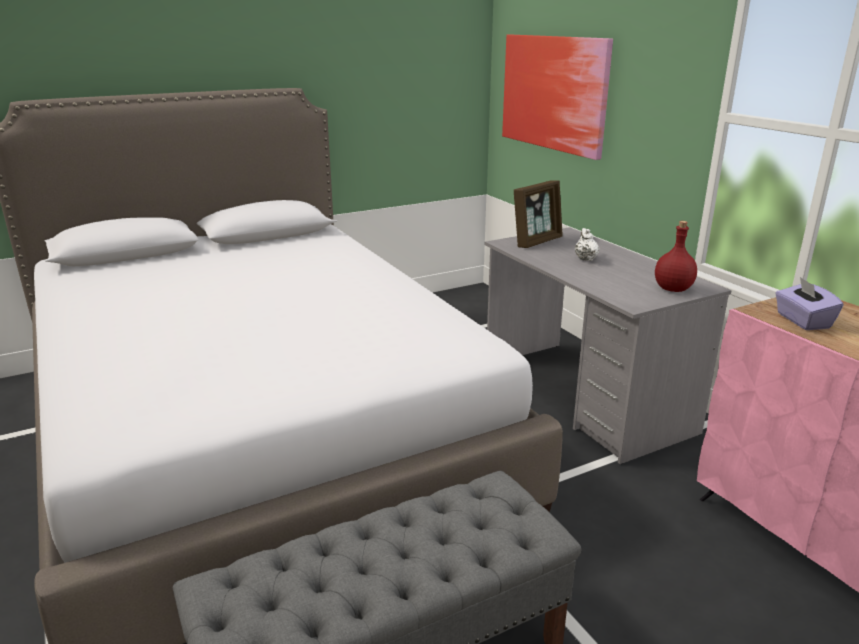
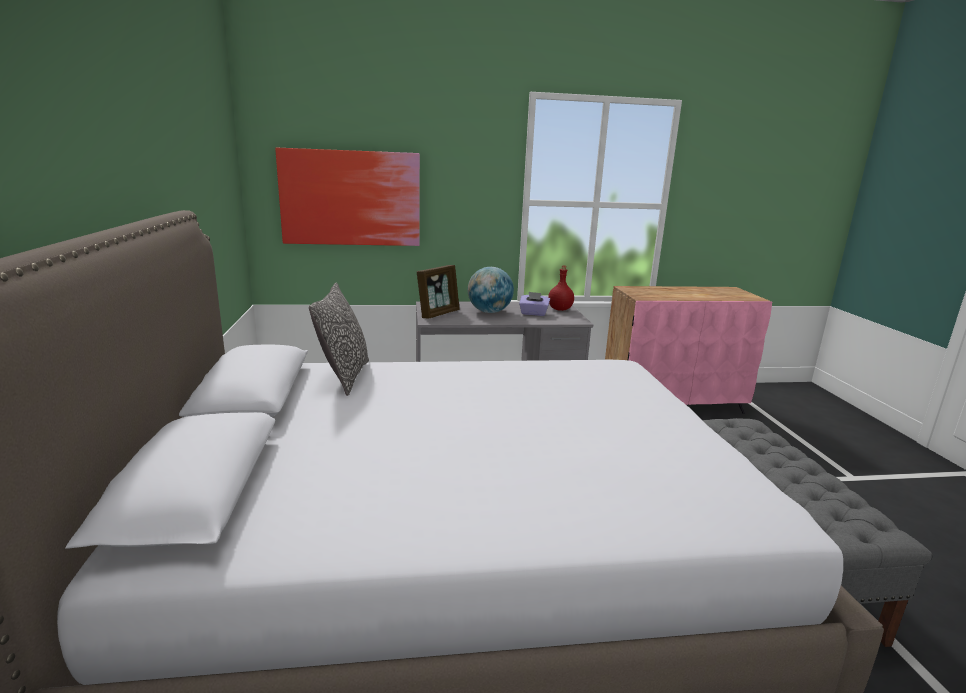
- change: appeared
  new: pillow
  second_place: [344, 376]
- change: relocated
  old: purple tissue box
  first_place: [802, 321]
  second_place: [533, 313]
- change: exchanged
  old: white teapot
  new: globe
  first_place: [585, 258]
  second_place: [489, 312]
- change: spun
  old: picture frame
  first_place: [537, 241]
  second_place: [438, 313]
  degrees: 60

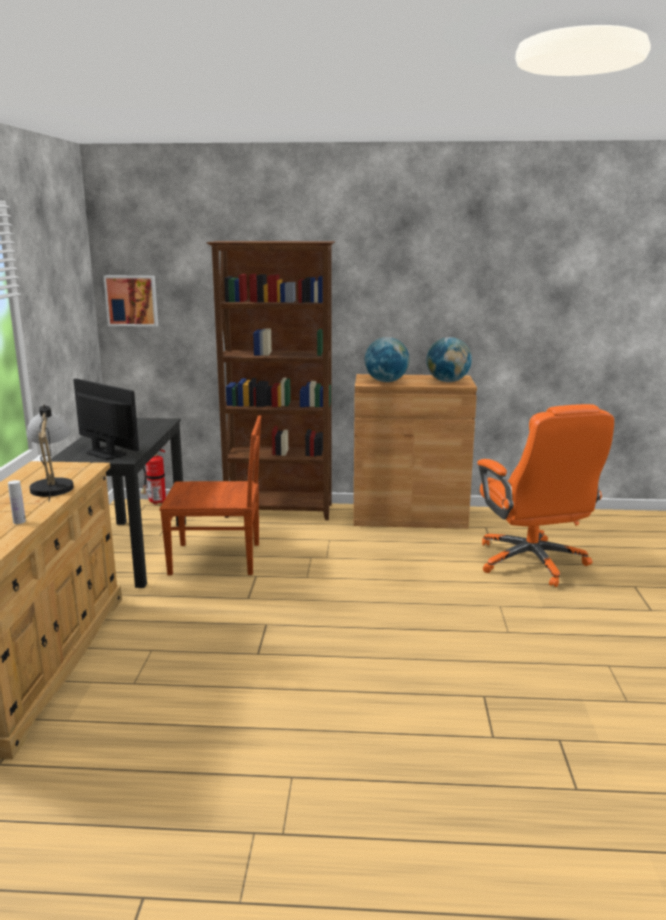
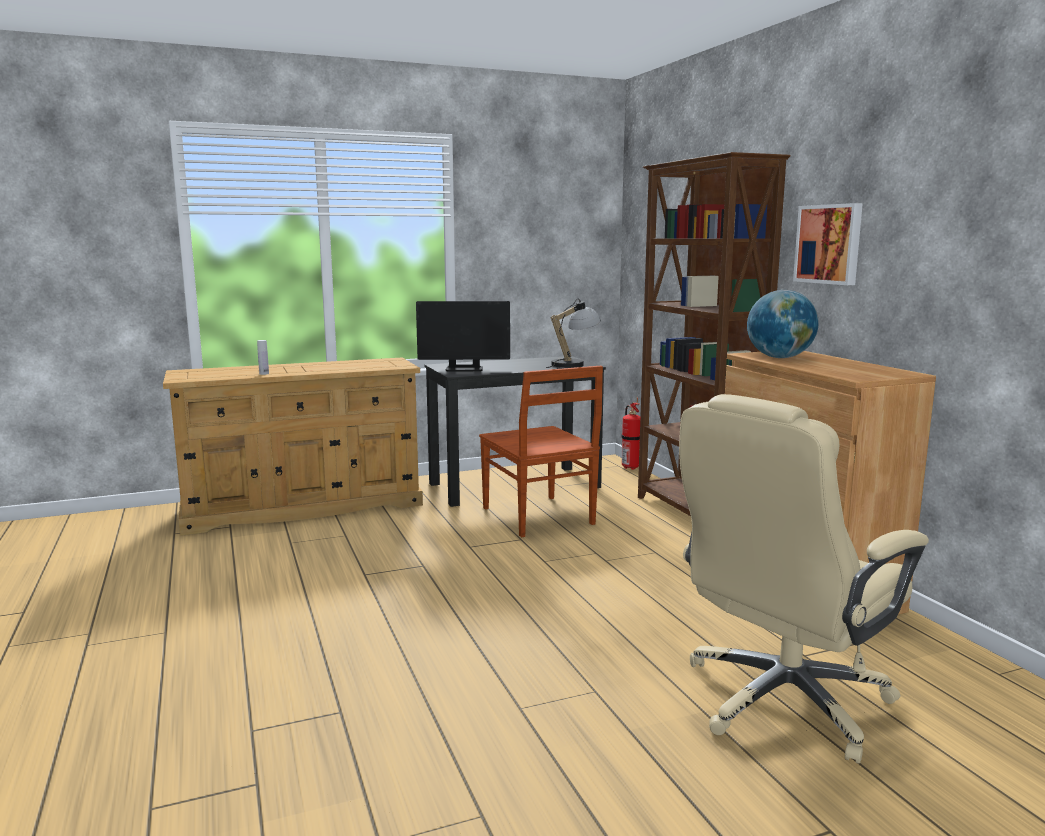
- change: missing
  old: globe
  first_place: [447, 381]
- change: relocated
  old: table lamp
  first_place: [52, 485]
  second_place: [574, 364]
- change: relocated
  old: picture
  first_place: [132, 300]
  second_place: [829, 244]
- change: colour
  old: orange office chair
  new: beige office chair
  first_place: [532, 562]
  second_place: [783, 701]
- change: spun
  old: monitor
  first_place: [106, 453]
  second_place: [464, 369]
  degrees: 75

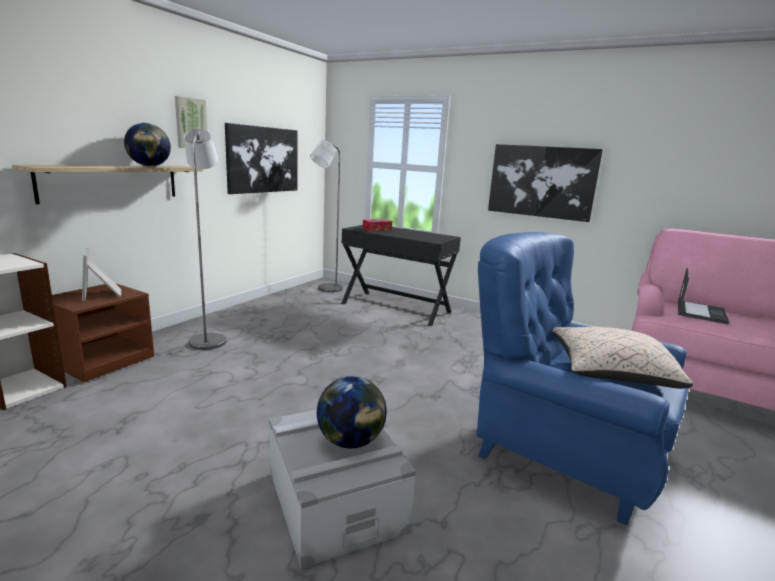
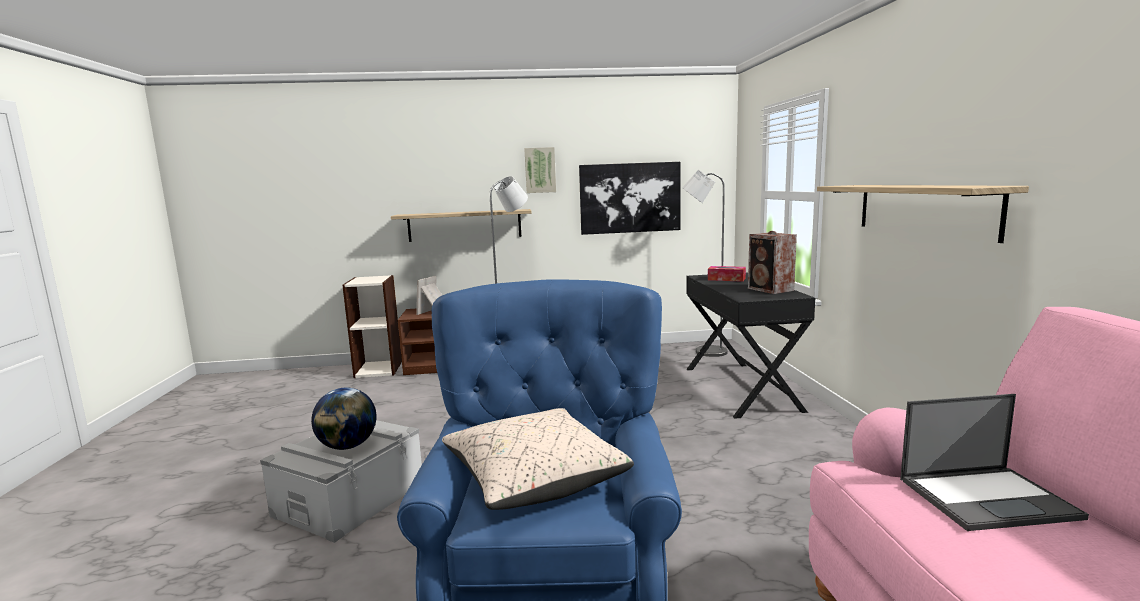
- change: missing
  old: globe
  first_place: [149, 166]
- change: appeared
  new: speaker
  second_place: [771, 290]
- change: exchanged
  old: picture
  new: shelf
  first_place: [542, 181]
  second_place: [923, 209]

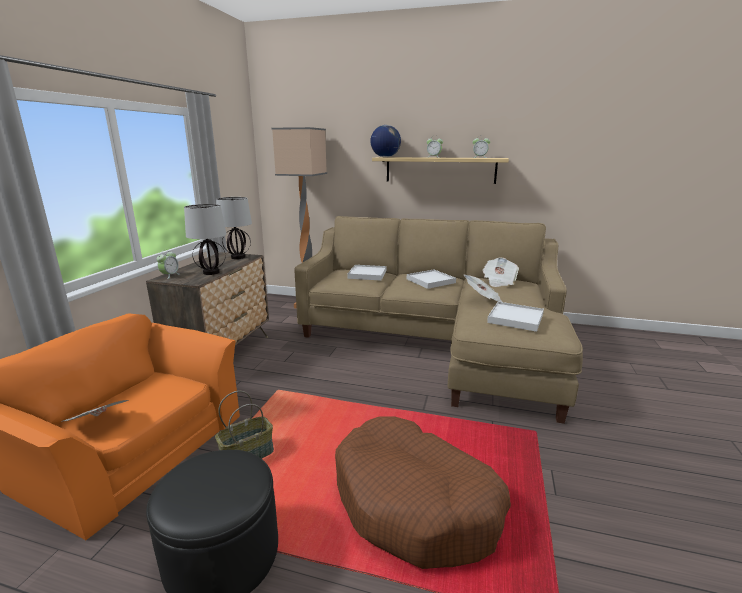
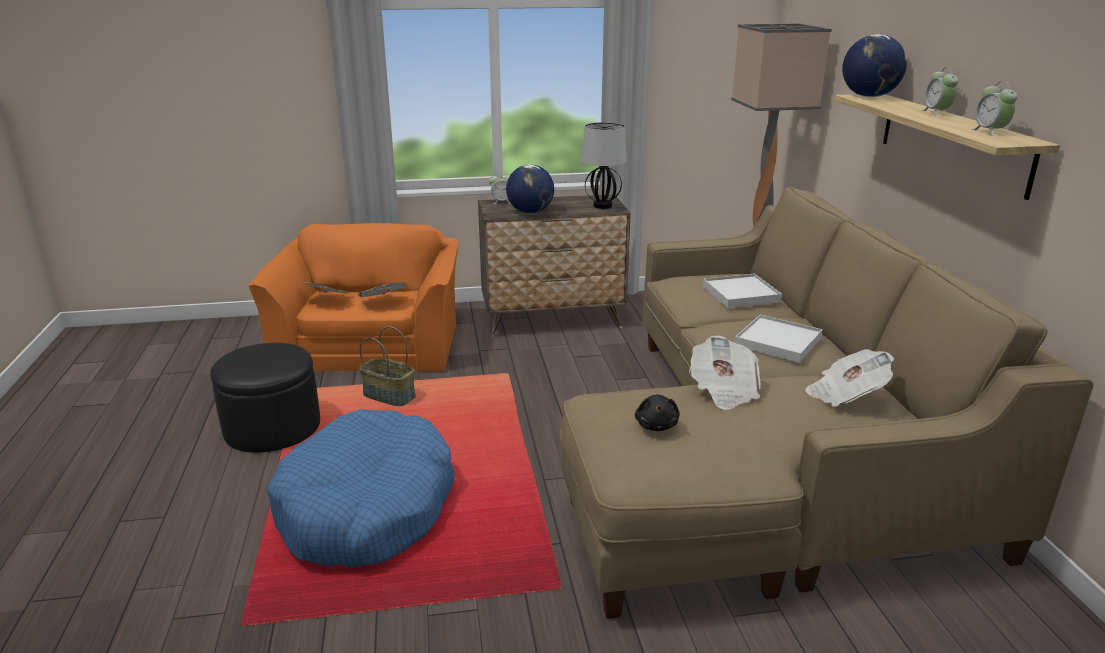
- change: appeared
  new: newspaper
  second_place: [383, 303]
- change: exchanged
  old: table lamp
  new: globe
  first_place: [210, 272]
  second_place: [530, 212]
- change: exchanged
  old: white tray
  new: black plush toy
  first_place: [515, 318]
  second_place: [656, 425]
- change: colour
  old: brown dog bed
  new: blue dog bed
  first_place: [415, 503]
  second_place: [367, 508]

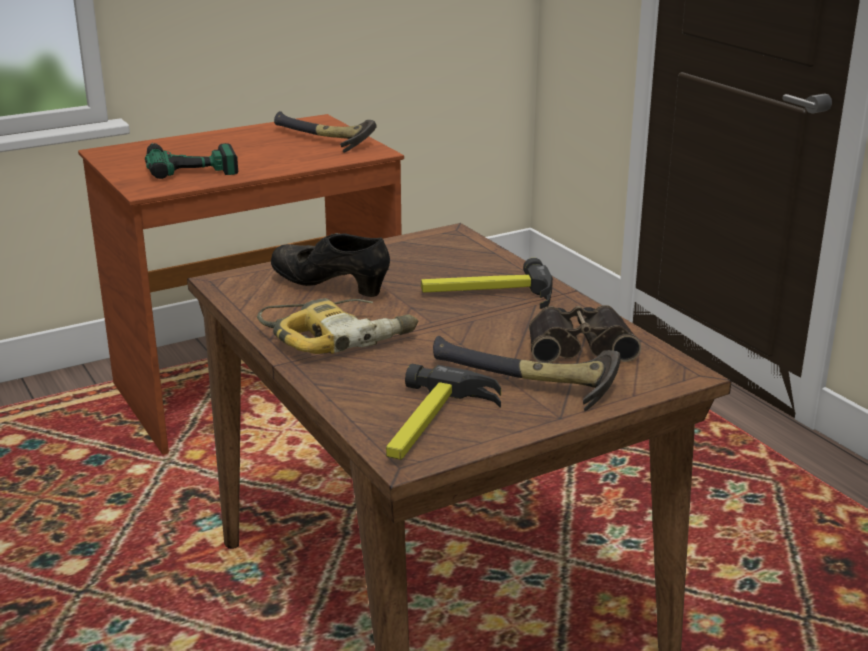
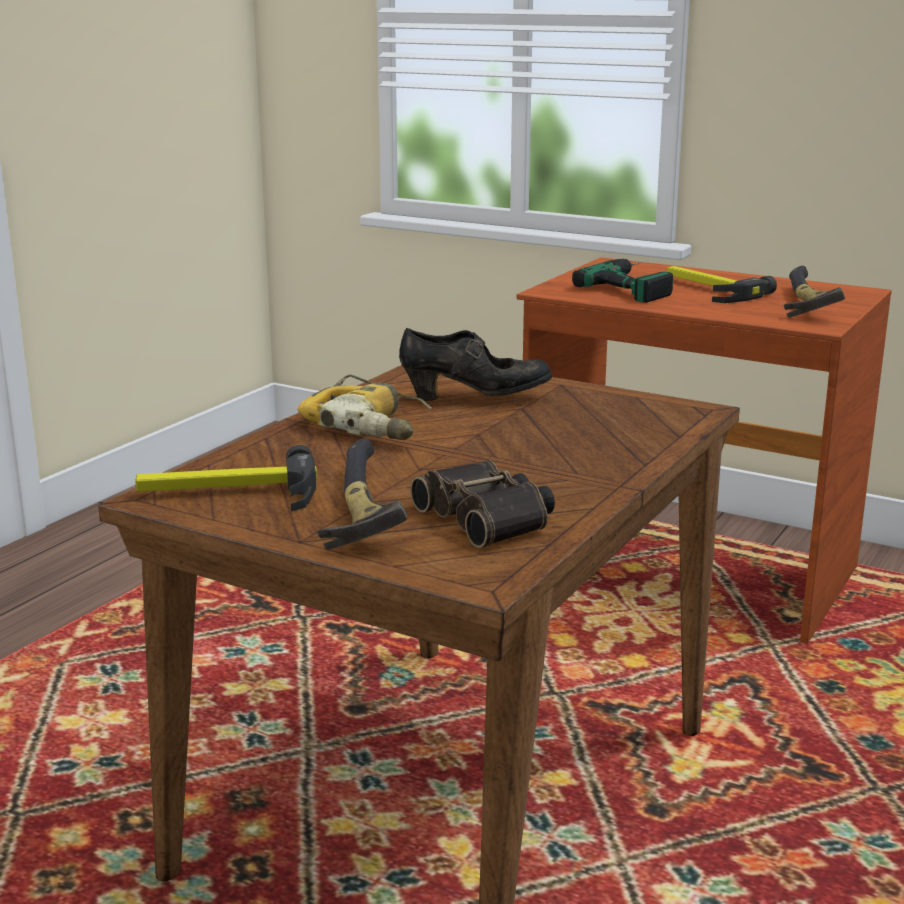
- change: relocated
  old: hammer
  first_place: [487, 294]
  second_place: [707, 289]
- change: spun
  old: black shoe
  first_place: [331, 287]
  second_place: [476, 398]
  degrees: 90

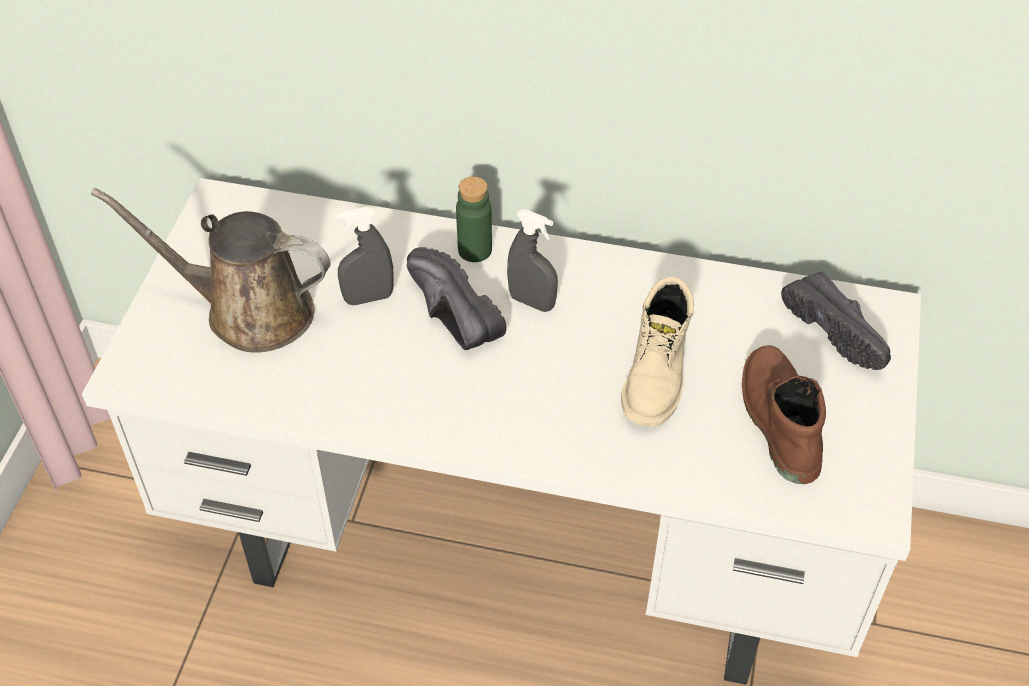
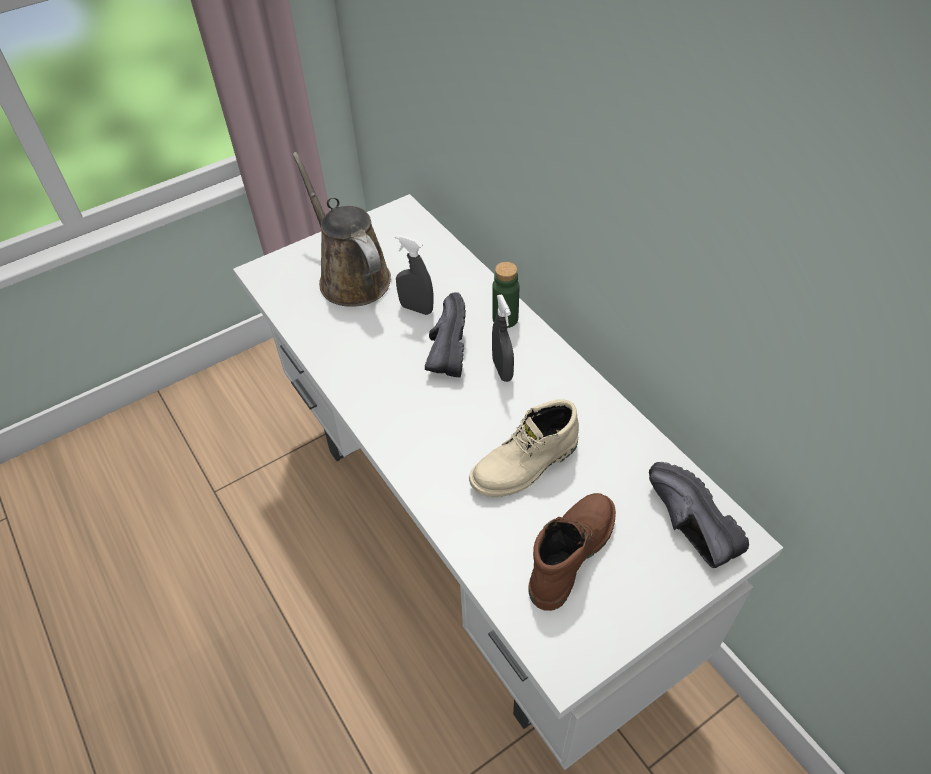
- change: spun
  old: black shoe
  first_place: [839, 331]
  second_place: [685, 527]
  degrees: 135

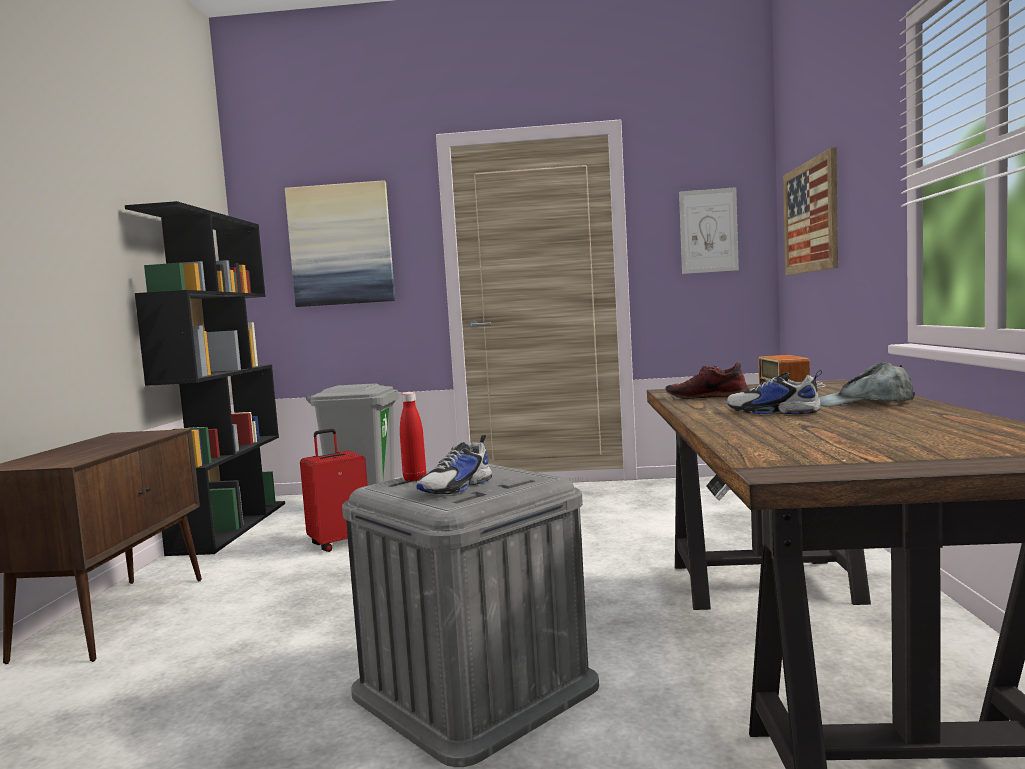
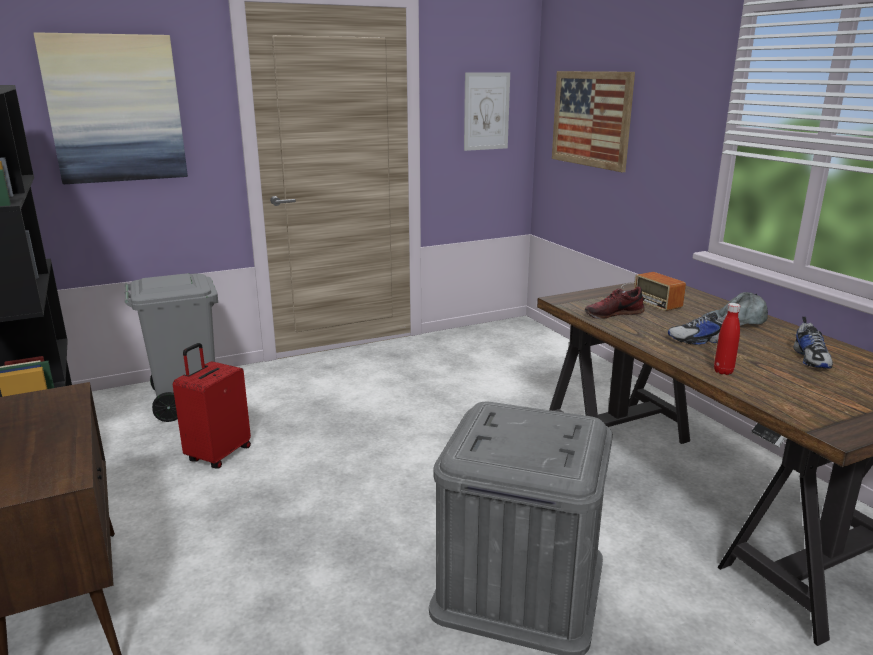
- change: relocated
  old: red bottle
  first_place: [415, 479]
  second_place: [723, 371]
- change: relocated
  old: shoe
  first_place: [457, 487]
  second_place: [812, 359]

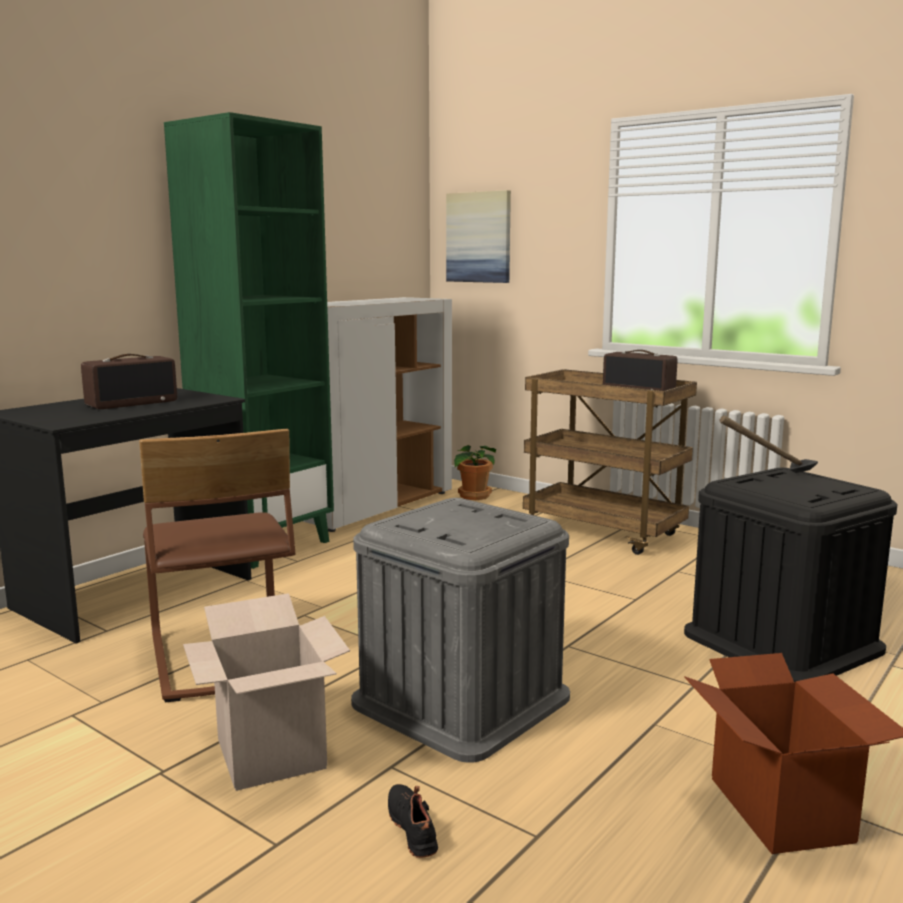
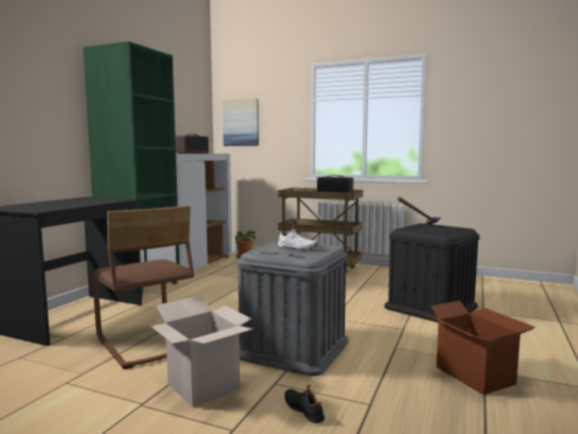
- change: appeared
  new: white shoe
  second_place: [296, 248]
- change: relocated
  old: radio
  first_place: [132, 403]
  second_place: [192, 153]

